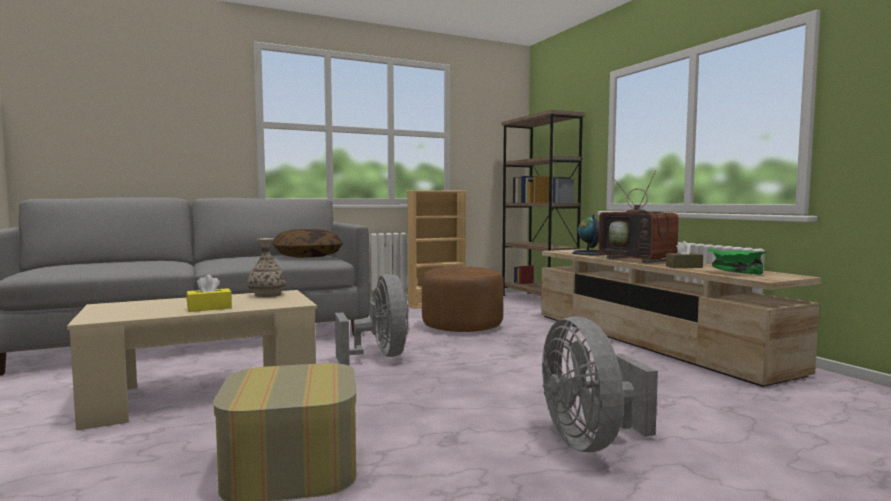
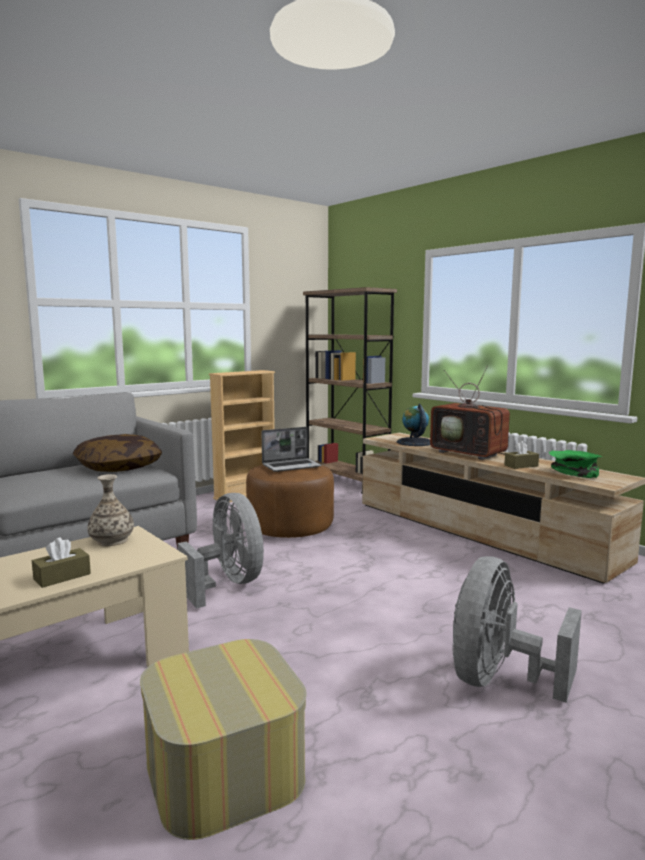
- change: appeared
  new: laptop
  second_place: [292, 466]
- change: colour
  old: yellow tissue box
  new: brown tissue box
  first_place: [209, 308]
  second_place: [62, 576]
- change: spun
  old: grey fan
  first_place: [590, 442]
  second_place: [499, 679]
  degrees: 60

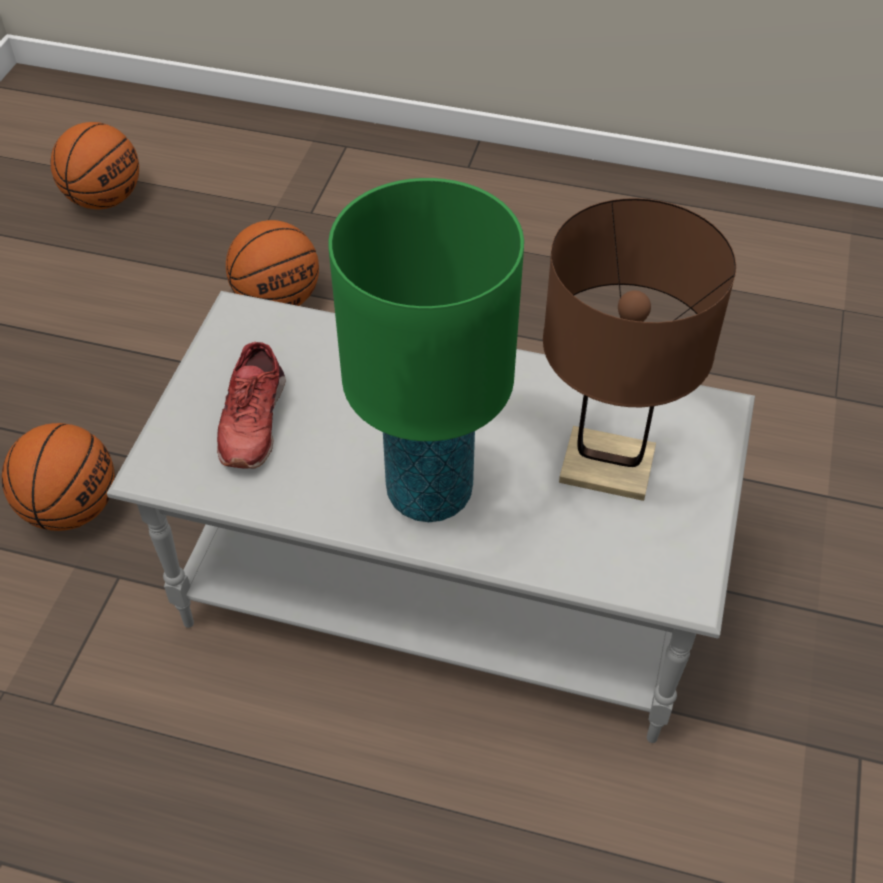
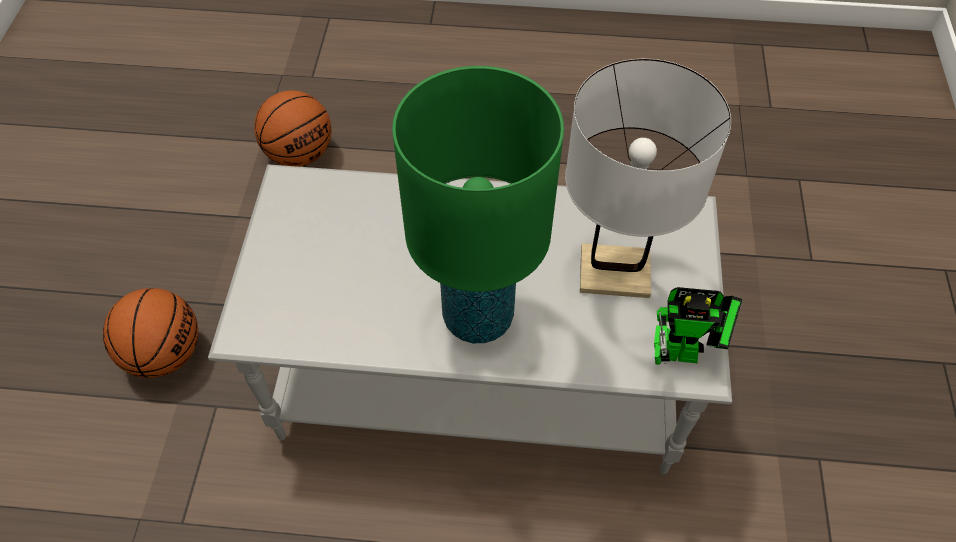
- change: missing
  old: basketball
  first_place: [104, 199]
- change: missing
  old: red shoe
  first_place: [252, 420]
- change: appeared
  new: toy robot
  second_place: [684, 353]
- change: colour
  old: brown table lamp
  new: white table lamp
  first_place: [607, 465]
  second_place: [615, 272]

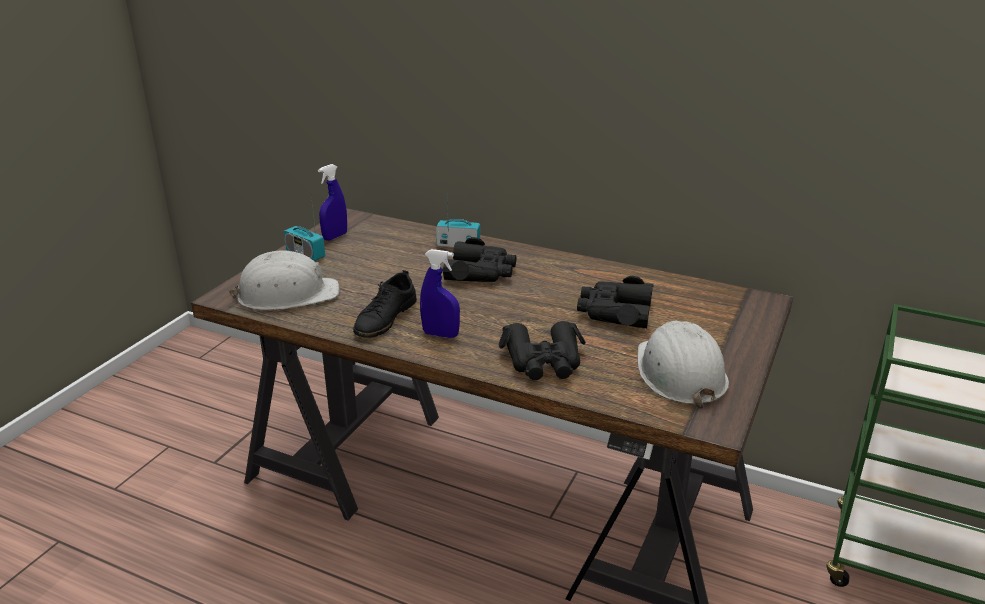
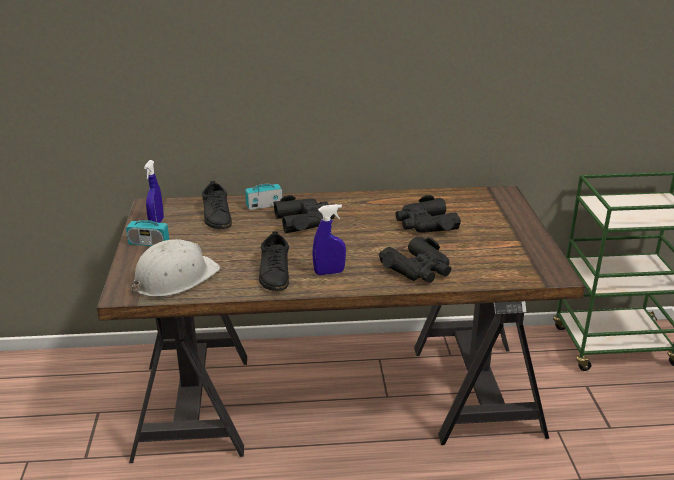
- change: missing
  old: white hard hat
  first_place: [679, 373]
- change: appeared
  new: black shoe
  second_place: [217, 216]

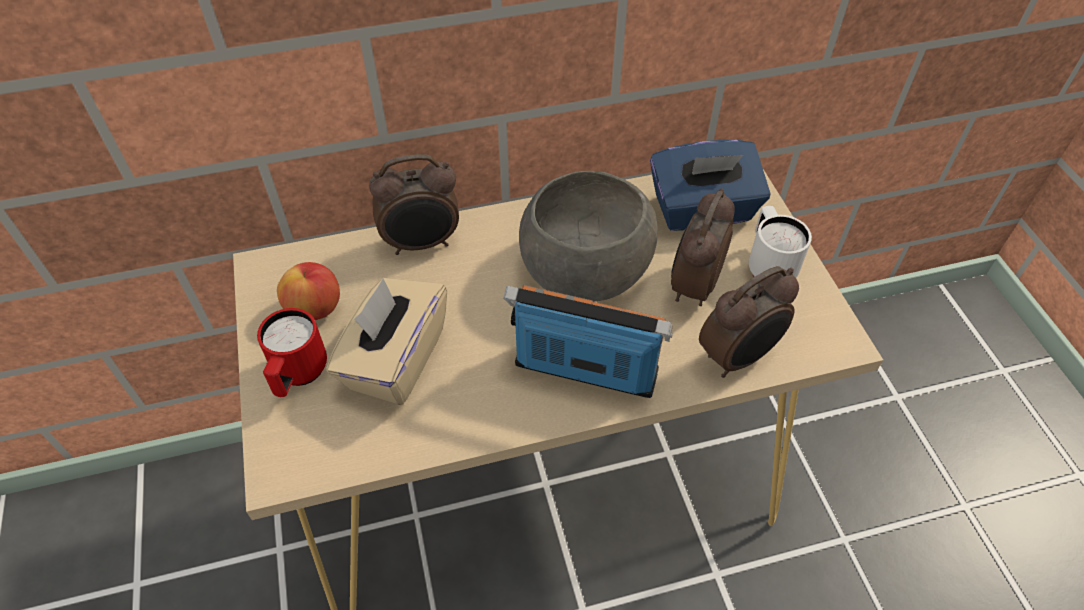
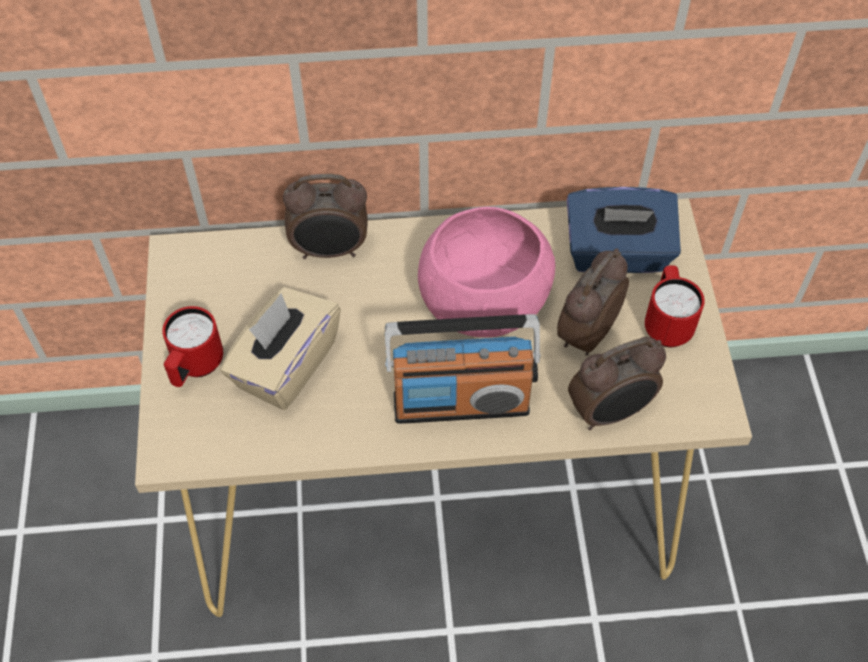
- change: missing
  old: apple
  first_place: [315, 308]
- change: colour
  old: grey bowl
  new: pink bowl
  first_place: [585, 267]
  second_place: [484, 298]
- change: colour
  old: white mug
  new: red mug
  first_place: [768, 266]
  second_place: [666, 323]
- change: spun
  old: radio
  first_place: [585, 370]
  second_place: [461, 402]
  degrees: 150

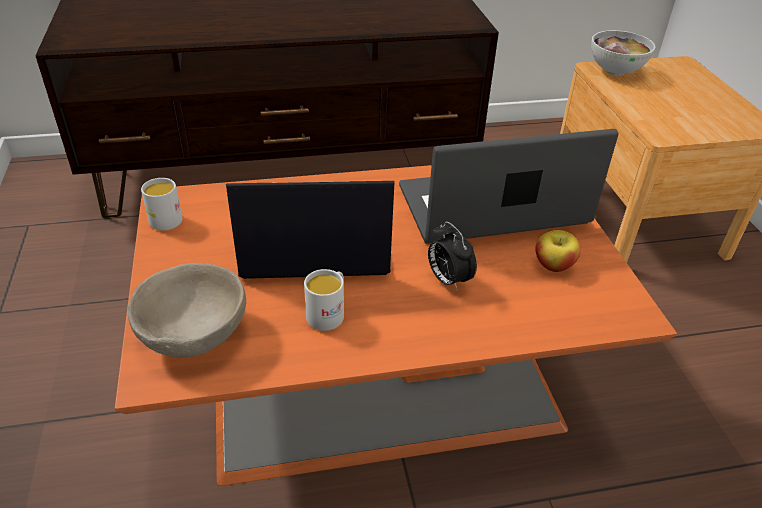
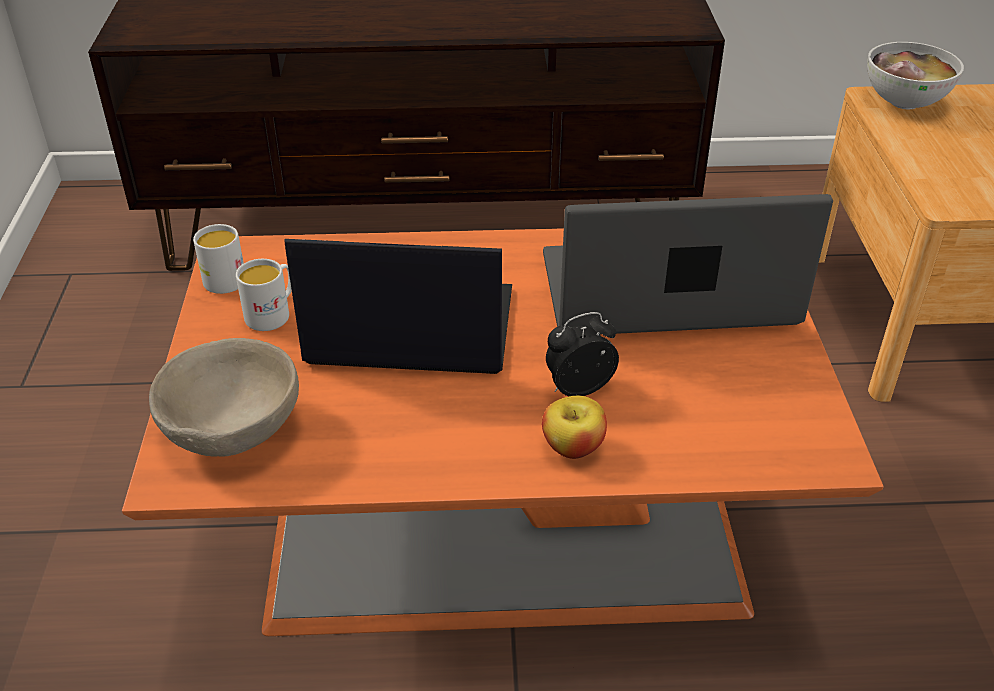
- change: relocated
  old: white mug
  first_place: [329, 313]
  second_place: [273, 313]
- change: relocated
  old: apple
  first_place: [553, 265]
  second_place: [573, 446]
- change: spun
  old: alarm clock
  first_place: [448, 280]
  second_place: [578, 387]
  degrees: 90

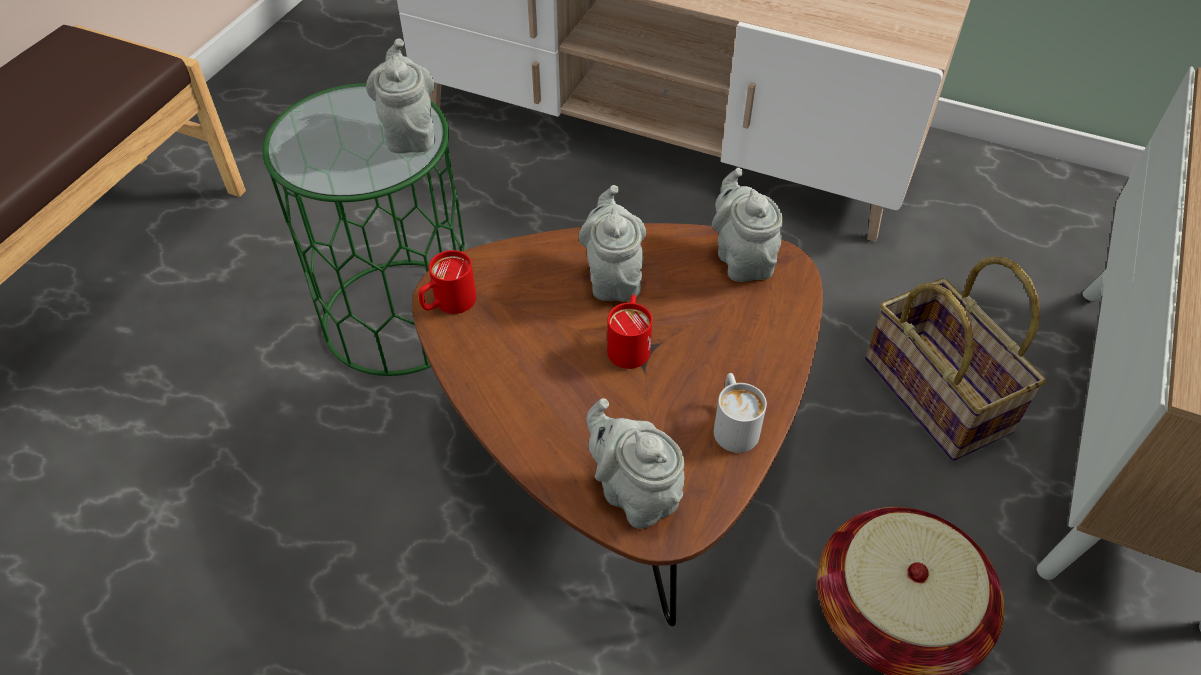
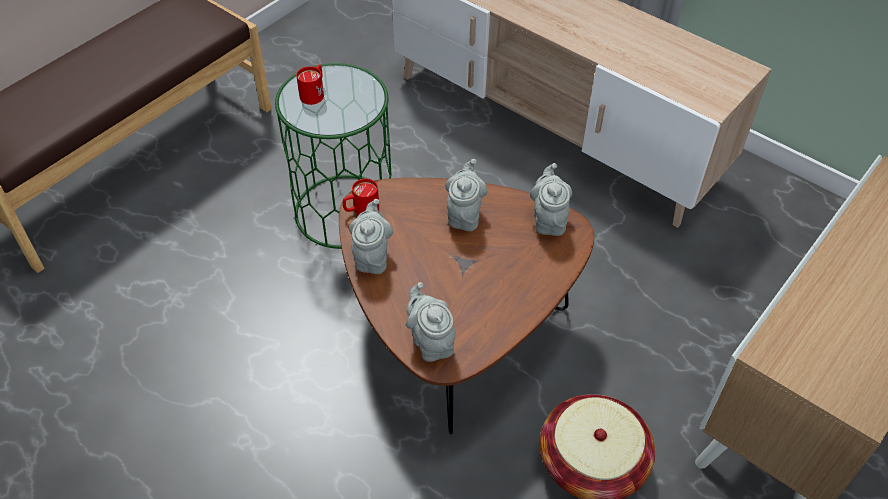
- change: missing
  old: white mug
  first_place: [733, 424]
- change: missing
  old: basket
  first_place: [939, 394]
- change: relocated
  old: grey teapot
  first_place: [409, 133]
  second_place: [372, 257]
- change: relocated
  old: red mug
  first_place: [629, 344]
  second_place: [314, 93]

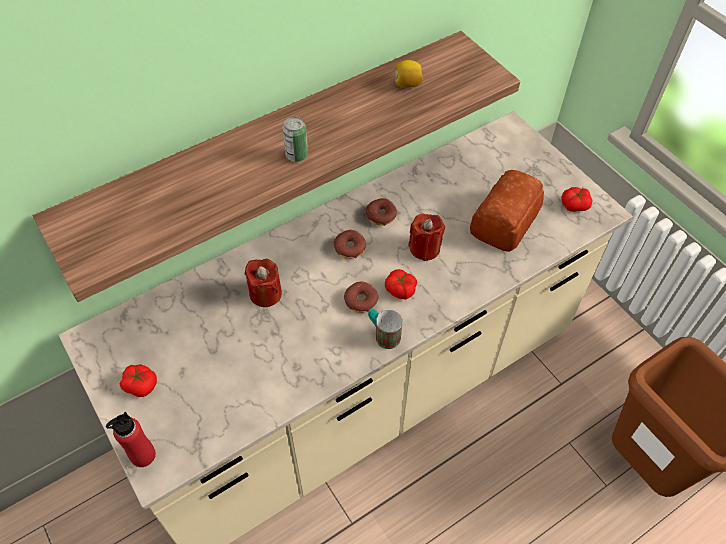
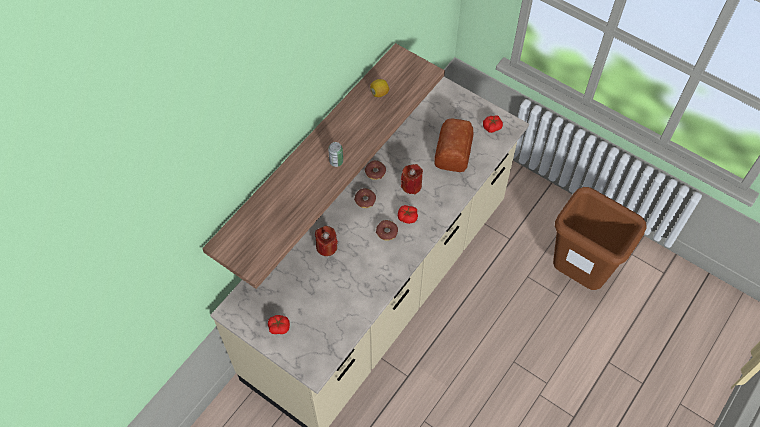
- change: missing
  old: red bottle
  first_place: [143, 455]
- change: missing
  old: mug
  first_place: [383, 334]

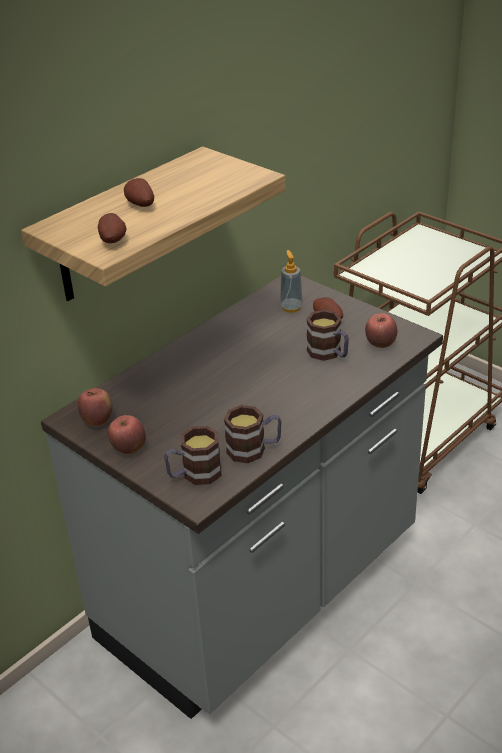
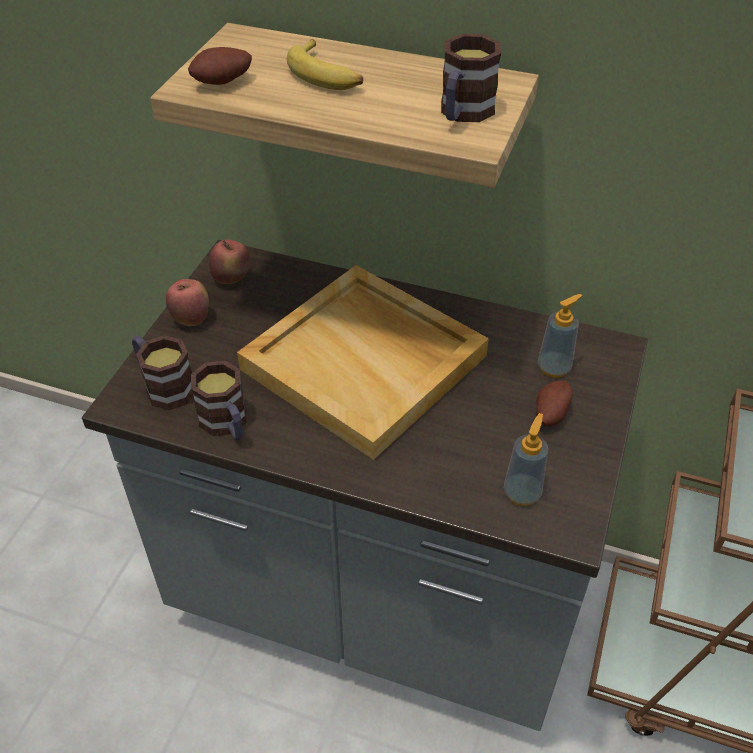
- change: appeared
  new: beige tray
  second_place: [366, 362]
- change: relocated
  old: mug
  first_place: [329, 354]
  second_place: [462, 114]
- change: exchanged
  old: potato
  new: banana
  first_place: [139, 205]
  second_place: [326, 75]
- change: exchanged
  old: apple
  new: soap dispenser
  first_place: [380, 344]
  second_place: [522, 493]

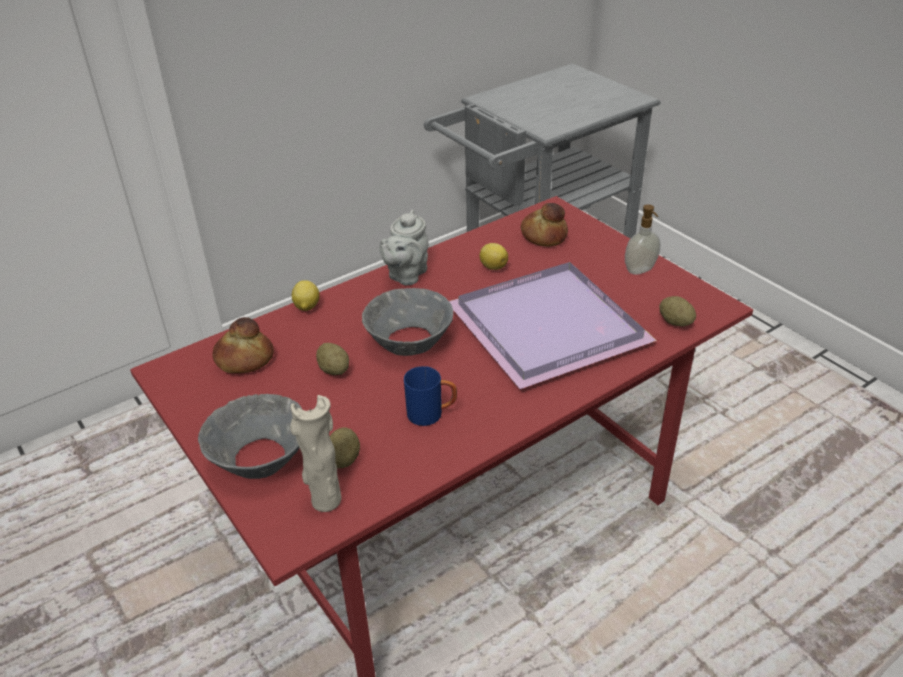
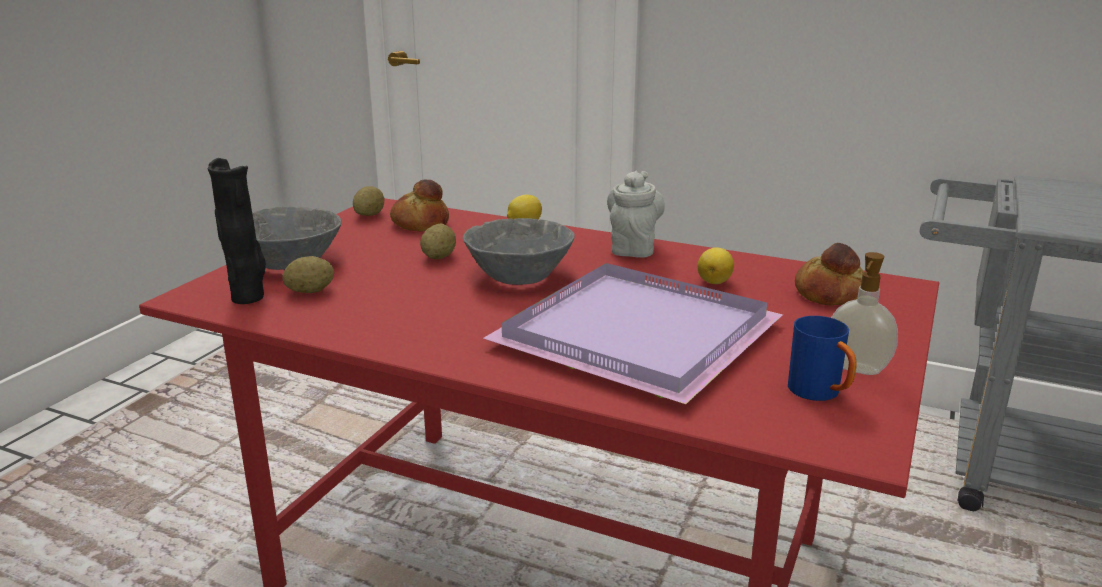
- change: relocated
  old: blue mug
  first_place: [431, 414]
  second_place: [821, 394]
- change: relocated
  old: potato
  first_place: [675, 322]
  second_place: [369, 215]
- change: colour
  old: beige vase
  new: black vase
  first_place: [325, 500]
  second_place: [249, 298]
- change: spun
  old: grey teapot
  first_place: [406, 275]
  second_place: [633, 248]
  degrees: 105

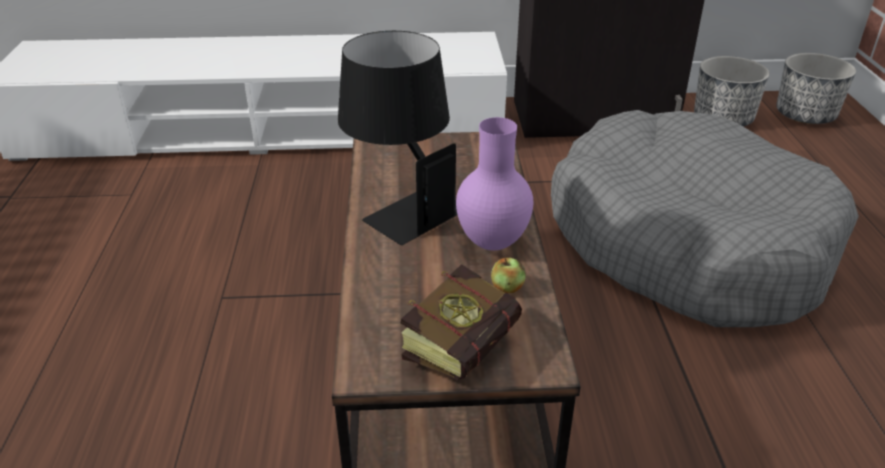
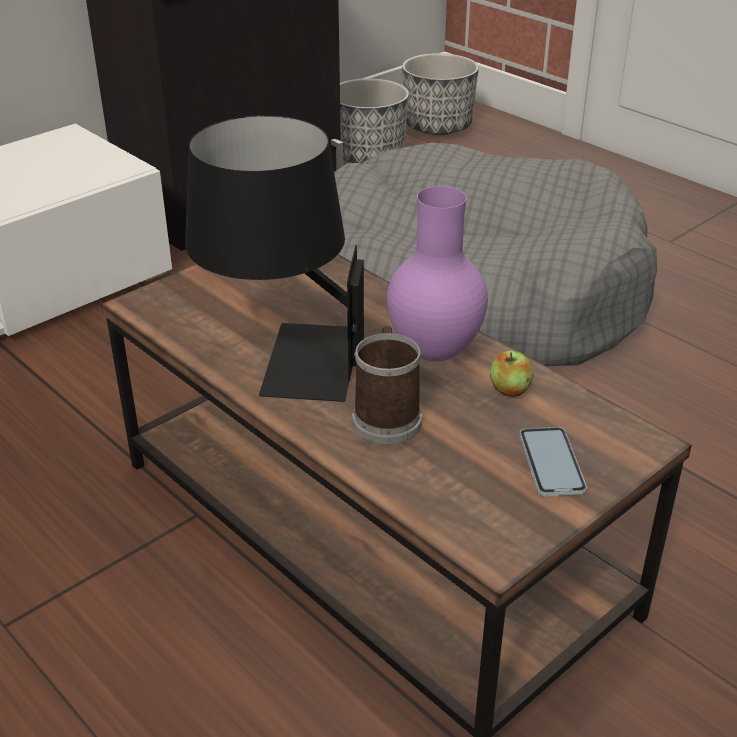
- change: appeared
  new: mug
  second_place: [386, 416]
- change: exchanged
  old: book
  new: phone
  first_place: [468, 344]
  second_place: [551, 463]

